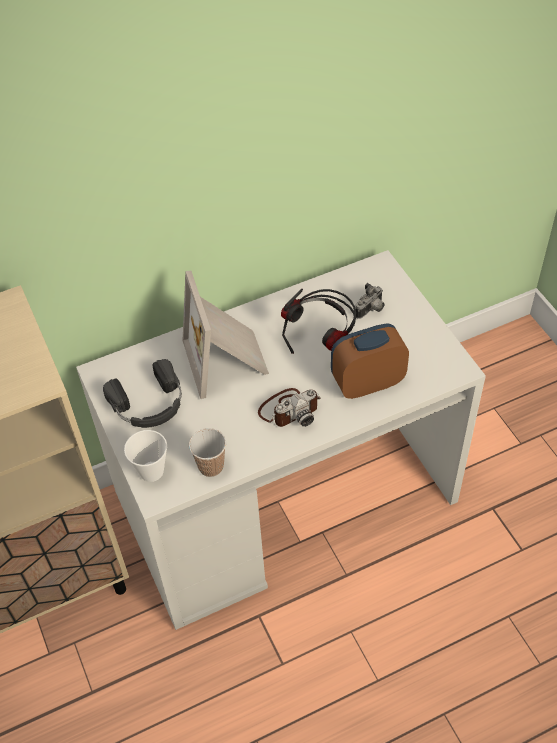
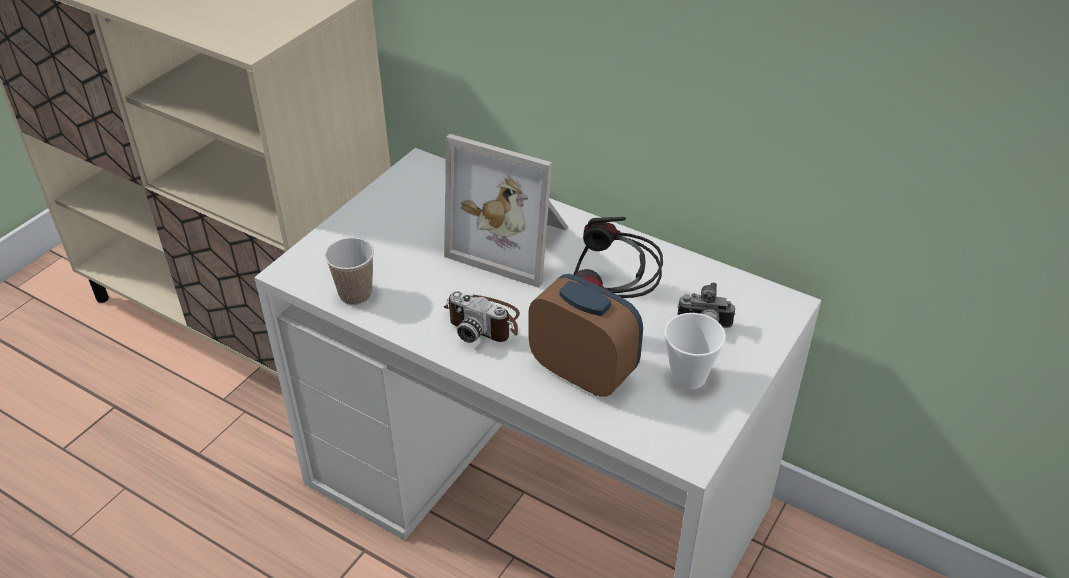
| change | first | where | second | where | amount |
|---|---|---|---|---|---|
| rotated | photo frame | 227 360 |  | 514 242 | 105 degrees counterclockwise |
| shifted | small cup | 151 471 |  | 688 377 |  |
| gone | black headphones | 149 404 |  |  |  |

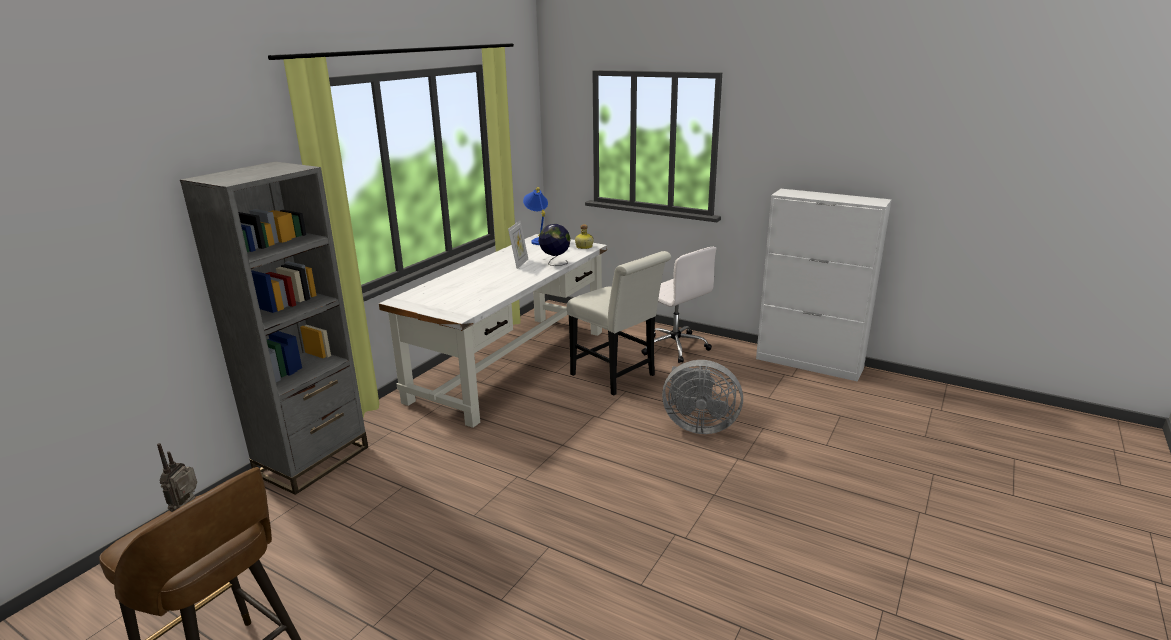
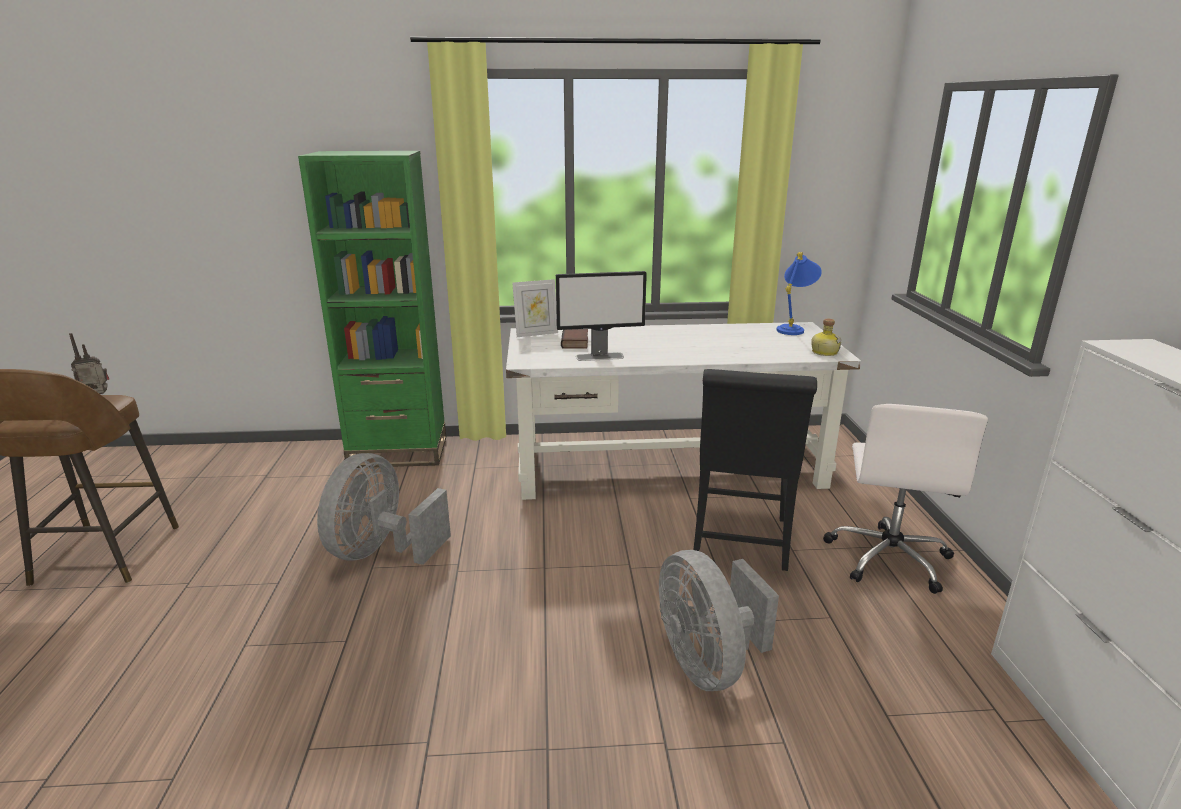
| change | first | where | second | where | amount |
|---|---|---|---|---|---|
| repainted | grey shelving unit | 313 461 | green-coloured shelving unit | 398 452 |  |
| new |  |  | grey cooling fan | 381 551 |  |
| shifted | photo frame | 519 263 |  | 536 334 |  |
| new |  |  | monitor | 600 357 |  |
| new |  |  | book | 576 343 |  |
| repainted | white-coloured chair | 617 377 | black chair | 740 544 |  |
| gone | world globe | 555 263 |  |  |  |

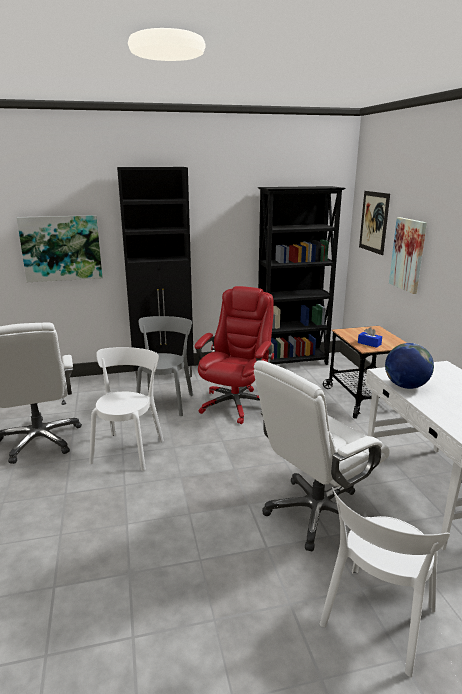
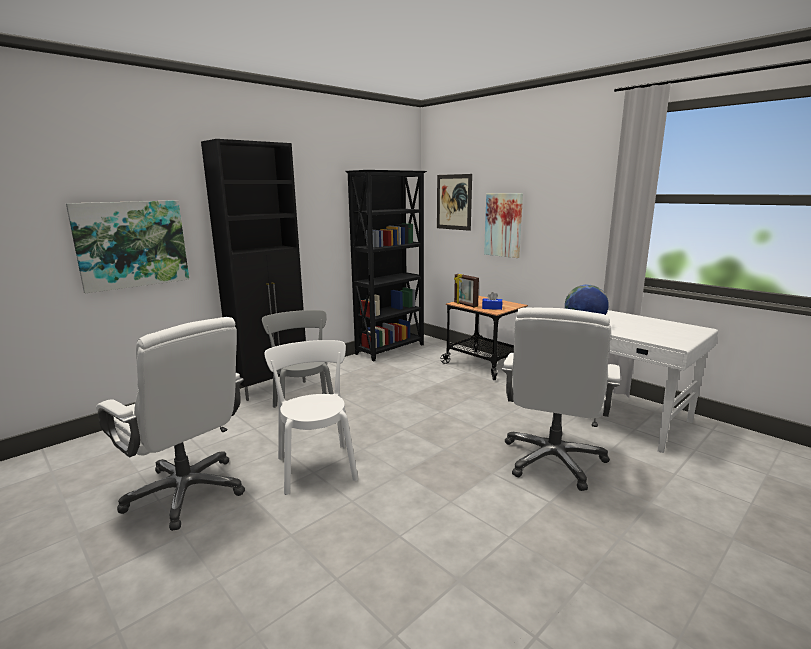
| change | first | where | second | where | amount |
|---|---|---|---|---|---|
| new |  |  | photo frame | 465 305 |  |
| gone | red-coloured desk chair | 236 404 |  |  |  |
| gone | white-coloured chair | 376 621 |  |  |  |

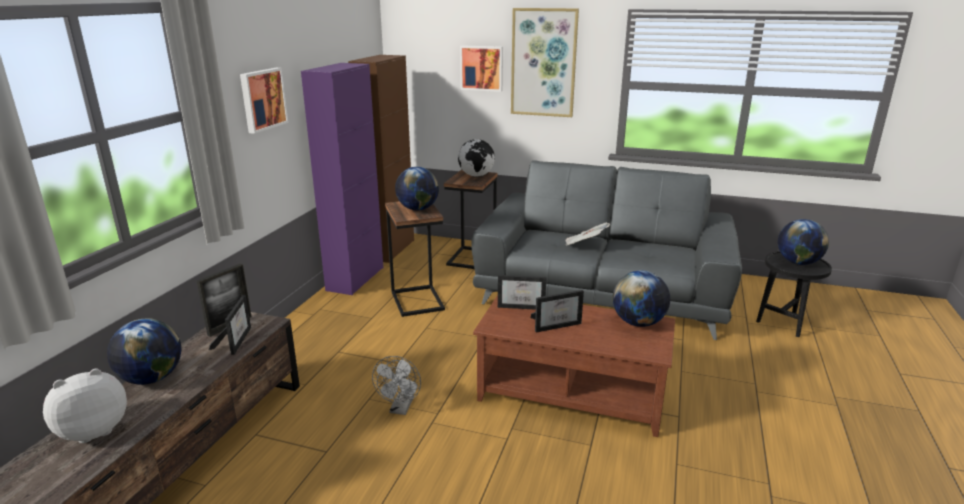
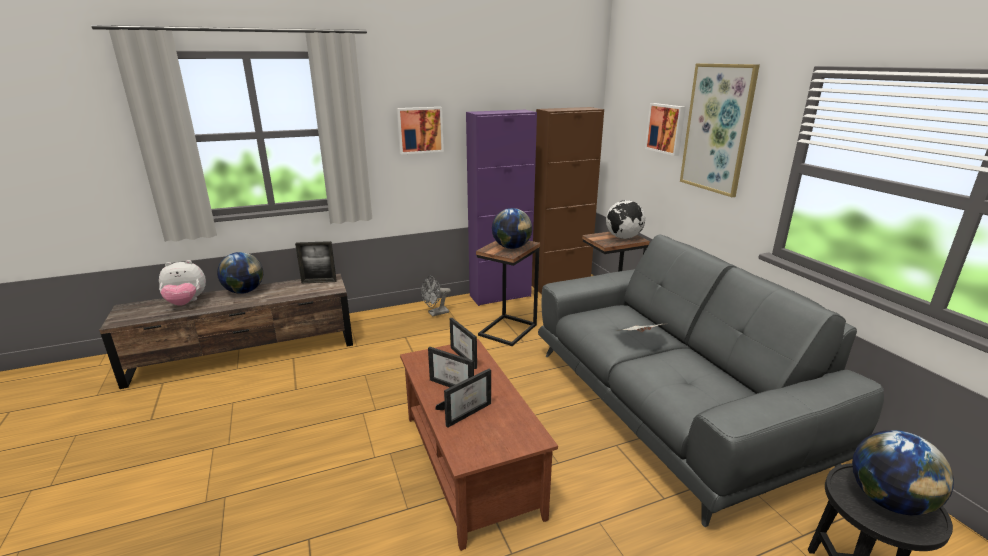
| change | first | where | second | where | amount |
|---|---|---|---|---|---|
| rotated | plush toy | 94 430 |  | 186 303 | 150 degrees clockwise |
| shifted | grey cooling fan | 400 409 |  | 435 313 |  |
| shifted | photo frame | 236 340 |  | 466 411 |  |
| gone | world globe | 638 323 |  |  |  |

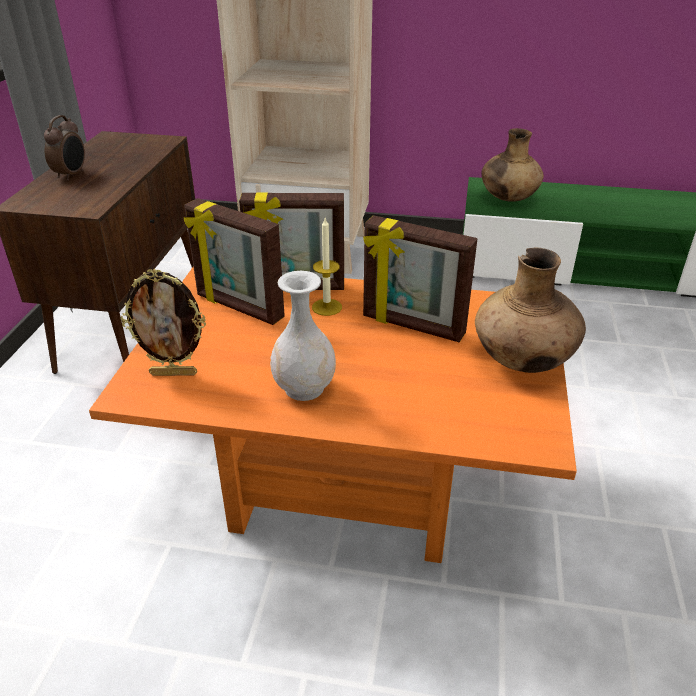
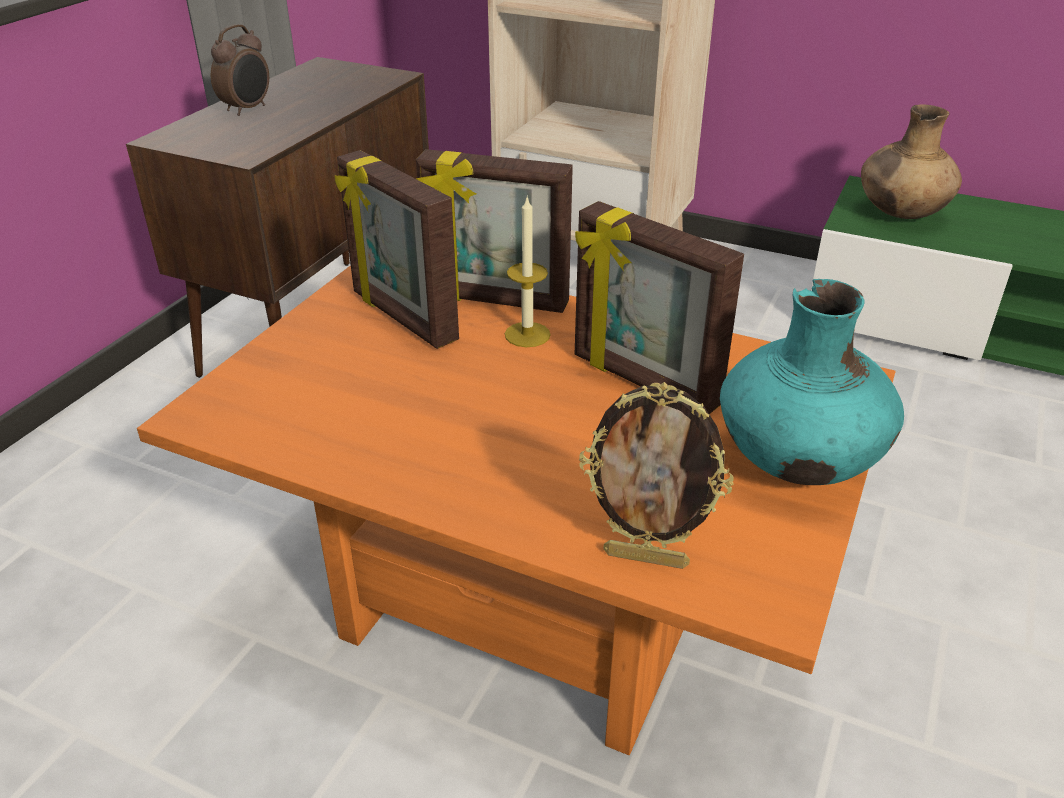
| change | first | where | second | where | amount |
|---|---|---|---|---|---|
| shifted | photo frame | 174 373 |  | 646 557 |  |
| repainted | brownish flower vase | 523 360 | blue-green flower vase | 798 462 |  |
| gone | white-coloured flower vase | 304 388 |  |  |  |

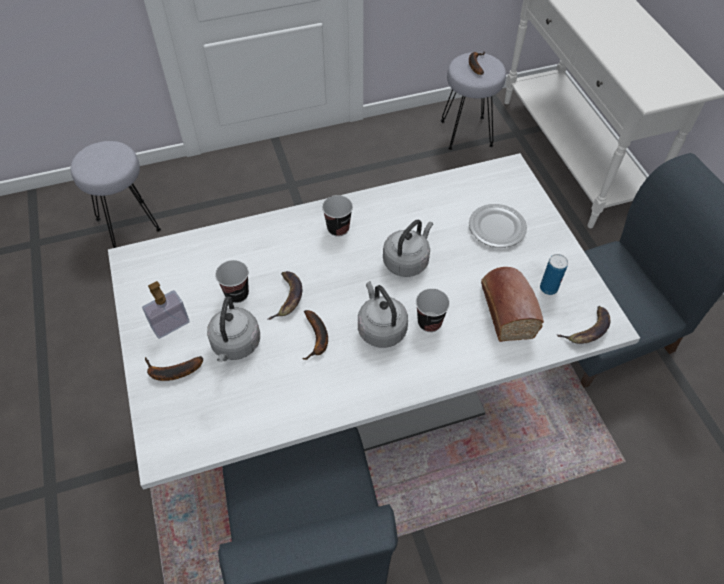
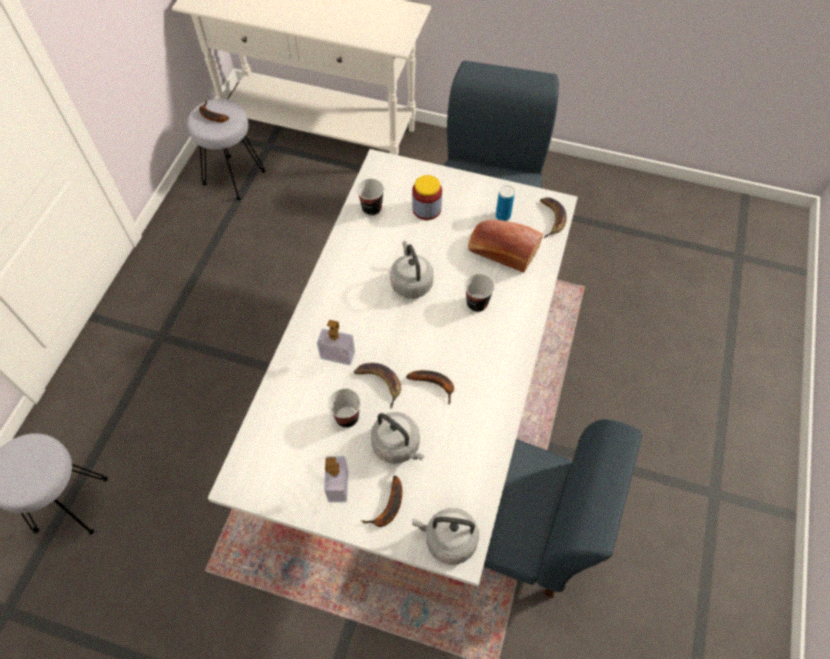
| change | first | where | second | where | amount |
|---|---|---|---|---|---|
| new |  |  | liquid soap bottle | 337 355 |  |
| shifted | small cup | 338 228 |  | 372 208 |  |
| swapped | flat dish | 496 227 | storage jar | 426 209 |  |
| shifted | grey water kettle | 380 328 |  | 448 539 |  |

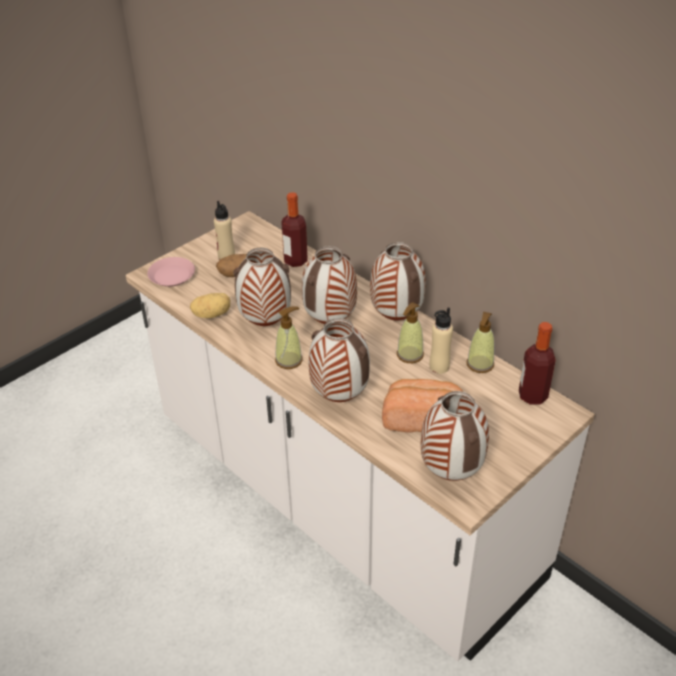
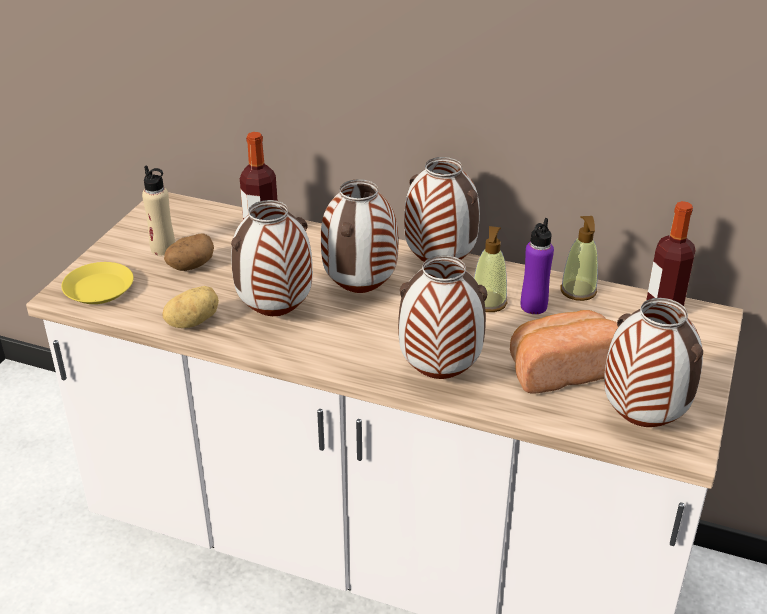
| change | first | where | second | where | amount |
|---|---|---|---|---|---|
| repainted | pink-coloured flat dish | 171 275 | yellow flat dish | 98 288 |  |
| repainted | beige-coloured drink bottle | 439 367 | purple drink bottle | 533 306 |  |
| gone | liquid soap bottle | 289 360 |  |  |  |

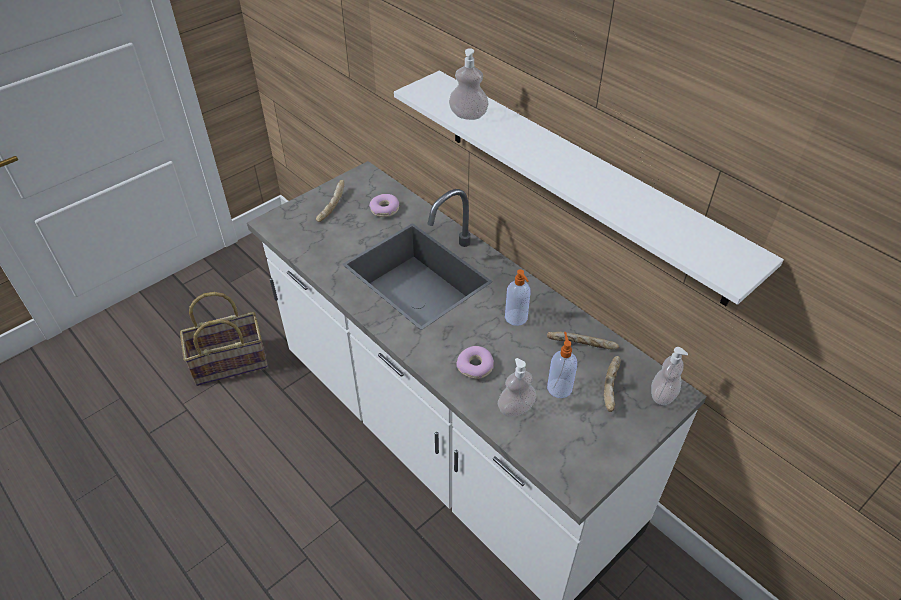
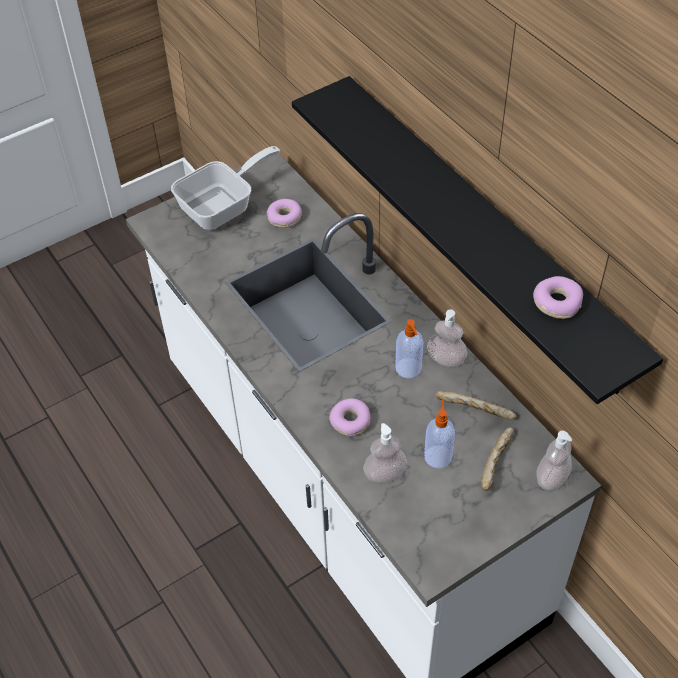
| change | first | where | second | where | amount |
|---|---|---|---|---|---|
| swapped | bread | 331 205 | pan | 223 206 |  |
| repainted | white-coloured shelf | 580 182 | black shelf | 484 231 |  |
| shifted | liquid soap bottle | 468 115 |  | 446 359 |  |
| new |  |  | ring doughnut | 556 303 |  |
| gone | storage basket | 230 361 |  |  |  |

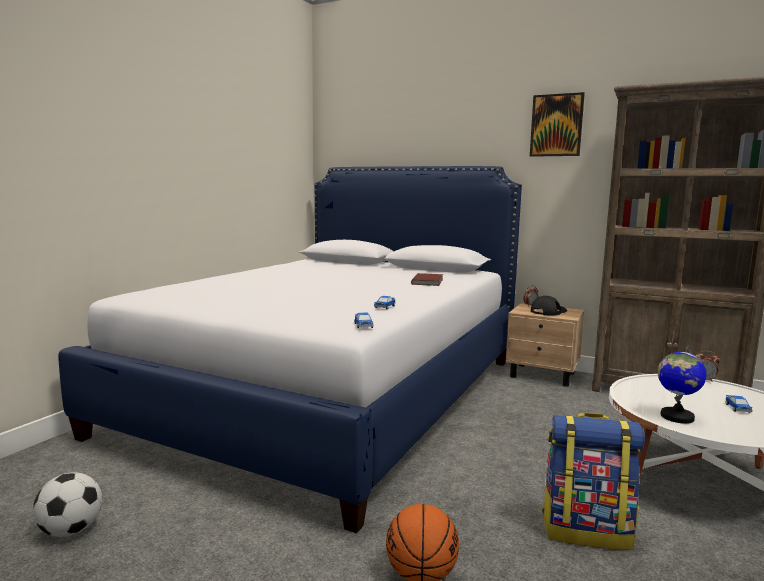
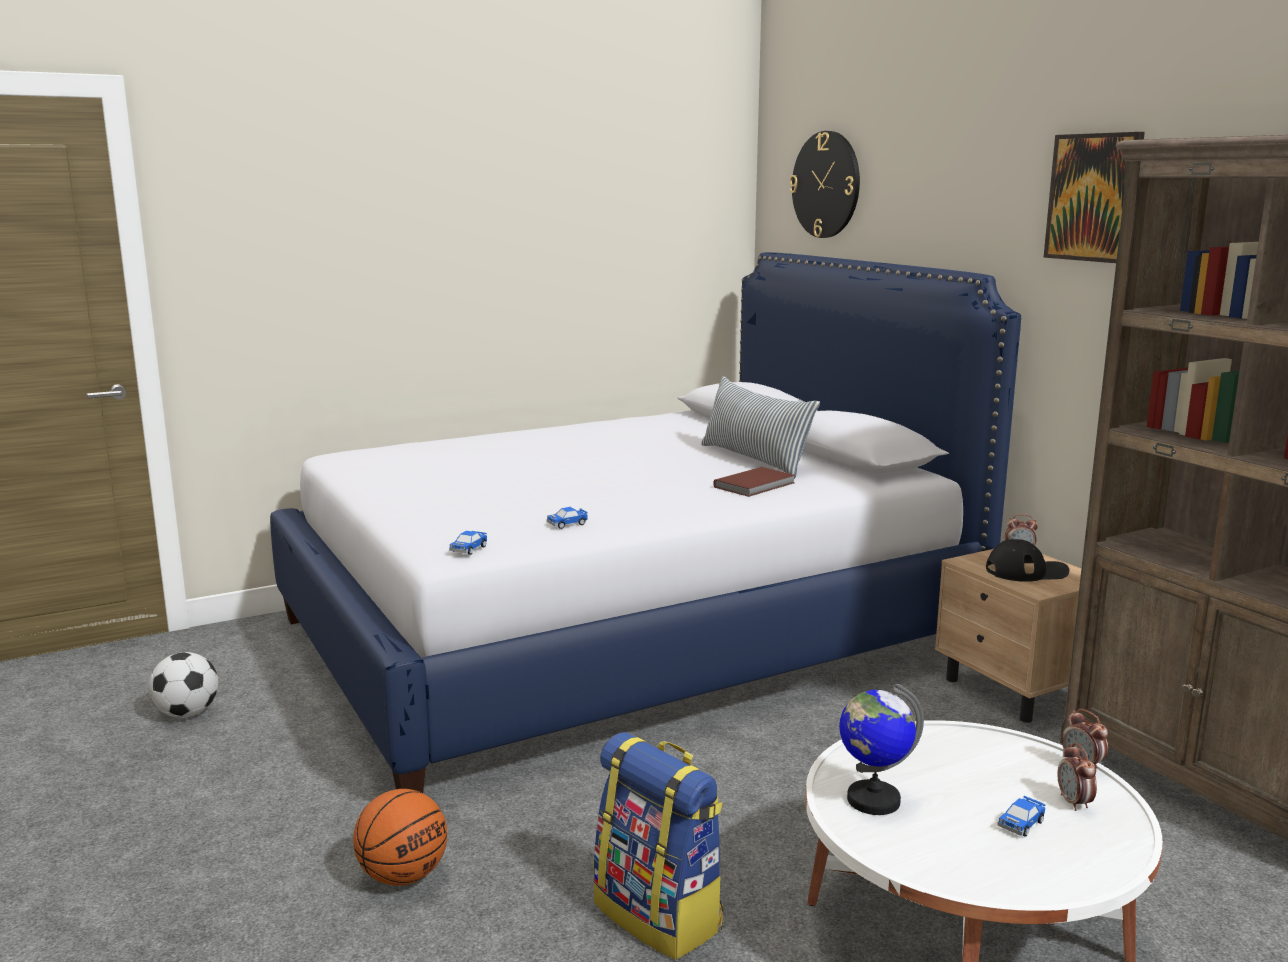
| change | first | where | second | where | amount |
|---|---|---|---|---|---|
| new |  |  | cushion | 755 459 |  |
| new |  |  | clock on the wall | 826 185 |  |
| new |  |  | table clock | 1074 803 |  |

